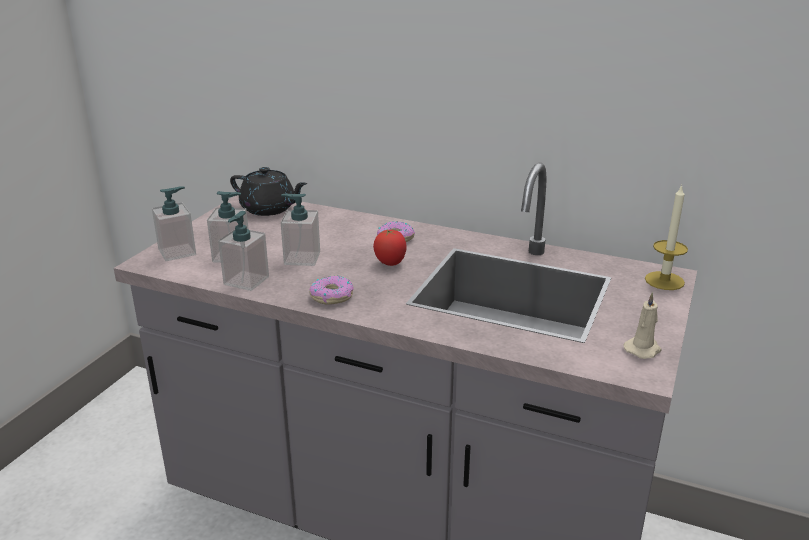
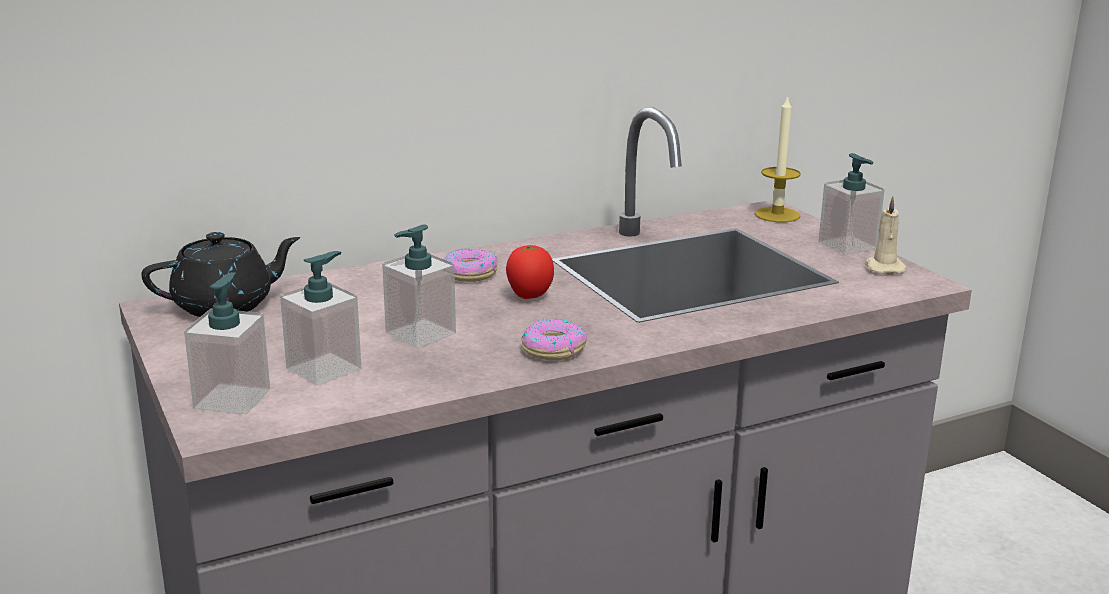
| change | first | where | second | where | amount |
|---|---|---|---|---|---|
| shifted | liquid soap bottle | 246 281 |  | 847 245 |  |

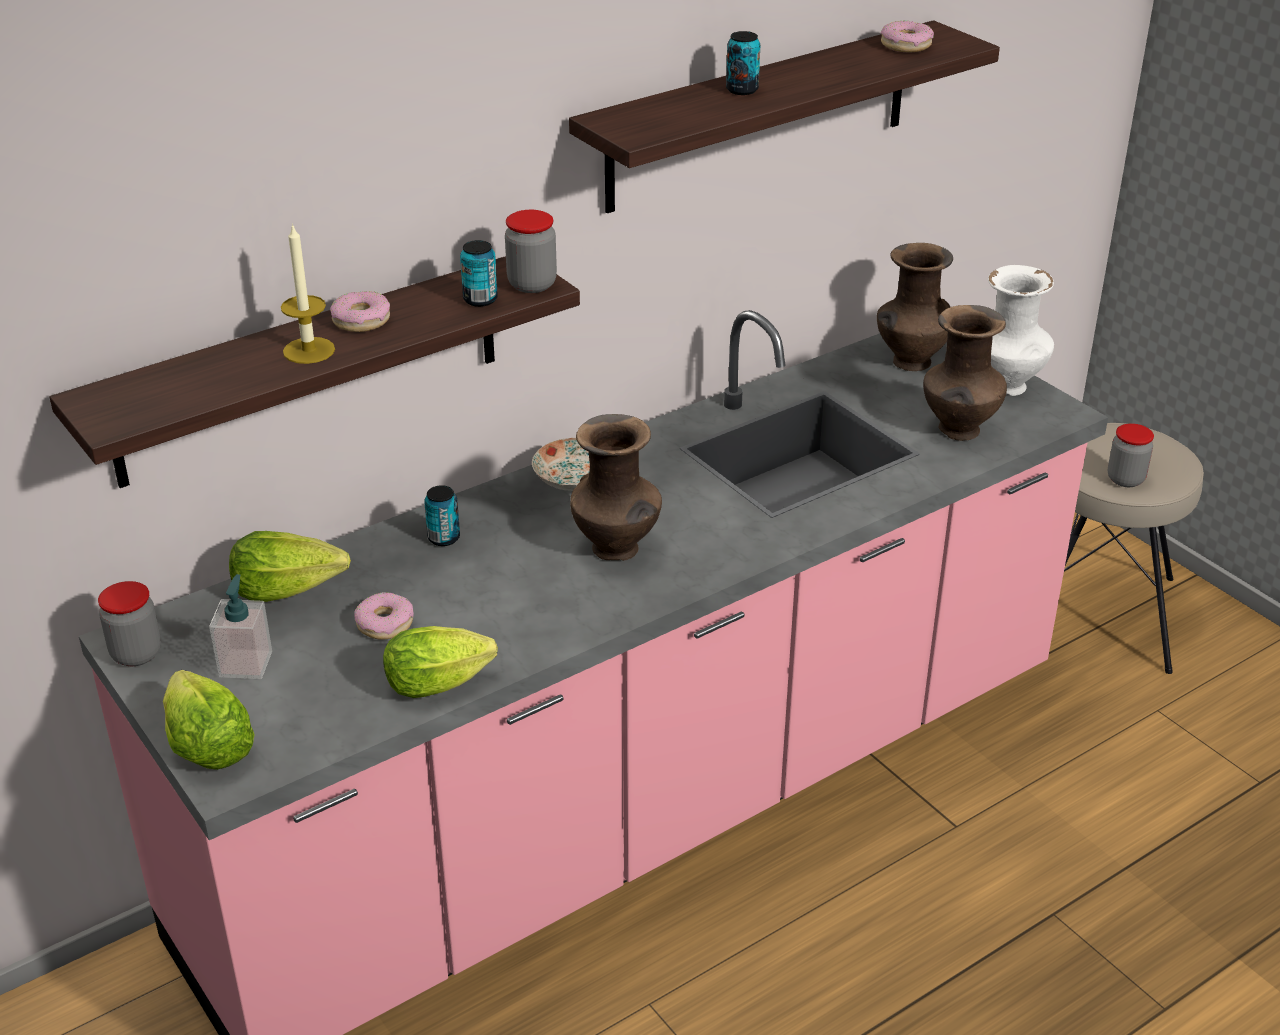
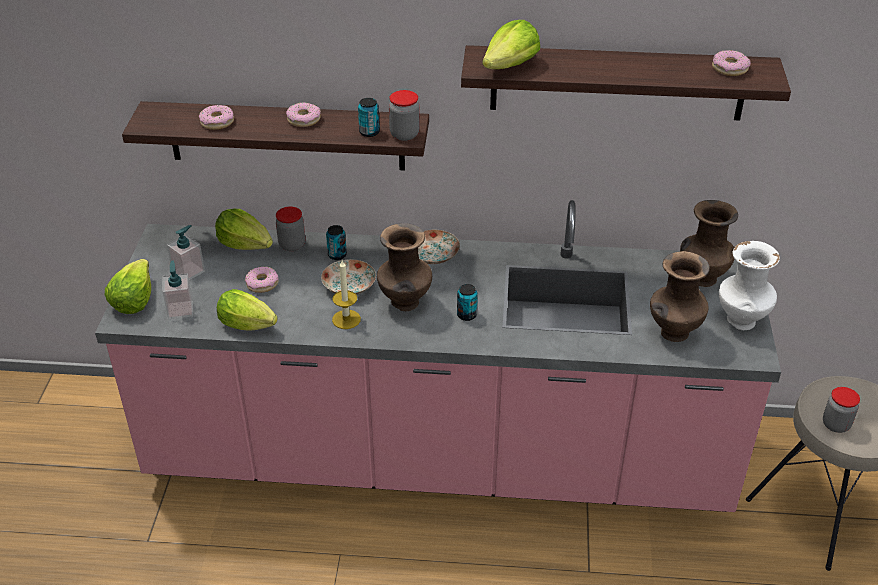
| change | first | where | second | where | amount |
|---|---|---|---|---|---|
| new |  |  | liquid soap bottle | 180 310 |  |
| new |  |  | ring doughnut | 217 122 |  |
| shifted | storage jar | 136 654 |  | 292 245 |  |
| new |  |  | flat dish | 348 287 |  |
| shifted | wax light | 309 350 |  | 346 319 |  |
| shifted | can | 742 90 |  | 466 315 |  |
| new |  |  | lettuce head | 510 66 |  |

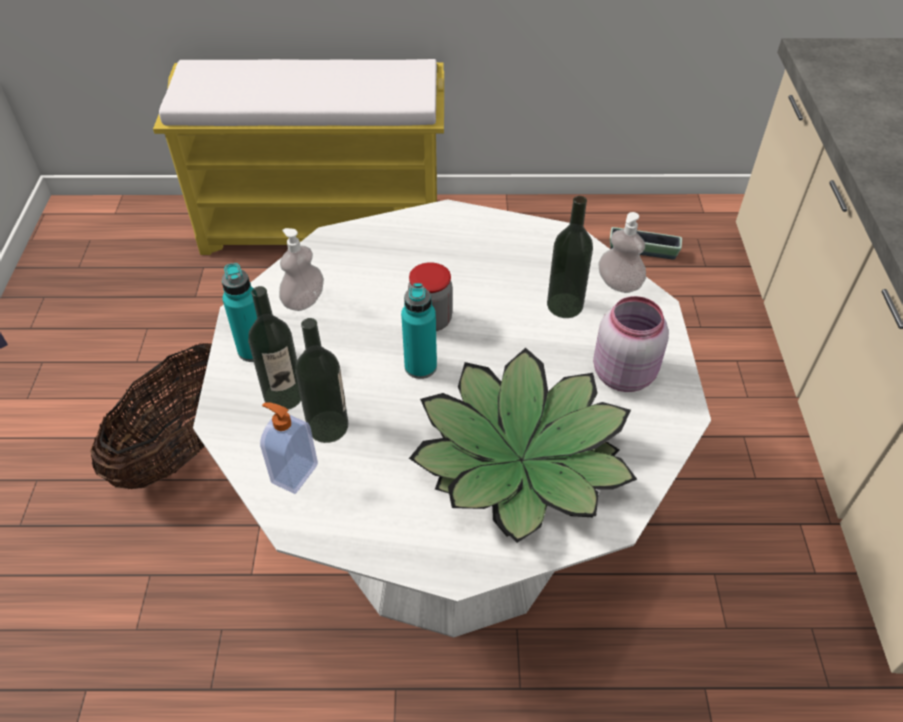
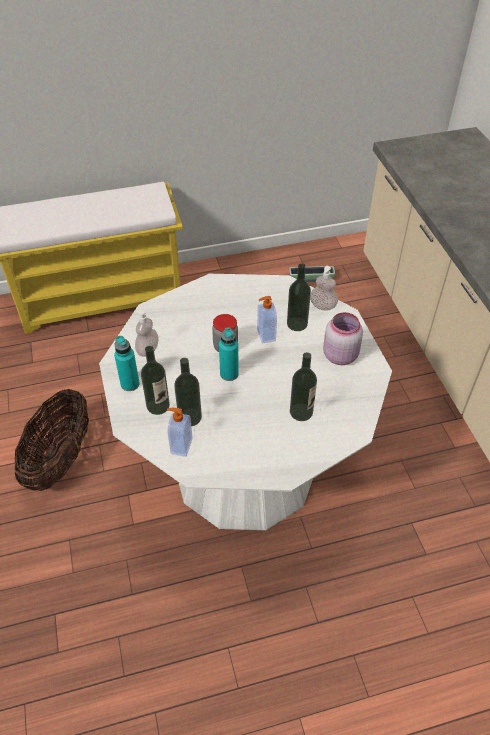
| change | first | where | second | where | amount |
|---|---|---|---|---|---|
| new |  |  | liquid soap bottle | 265 335 |  |
| swapped | plant in a pot | 522 459 | drink bottle | 301 412 |  |

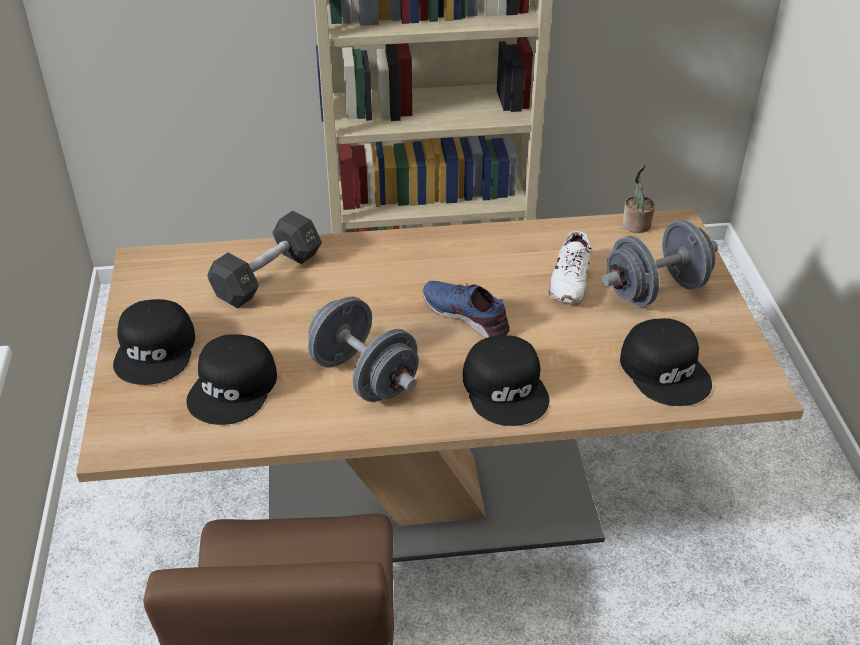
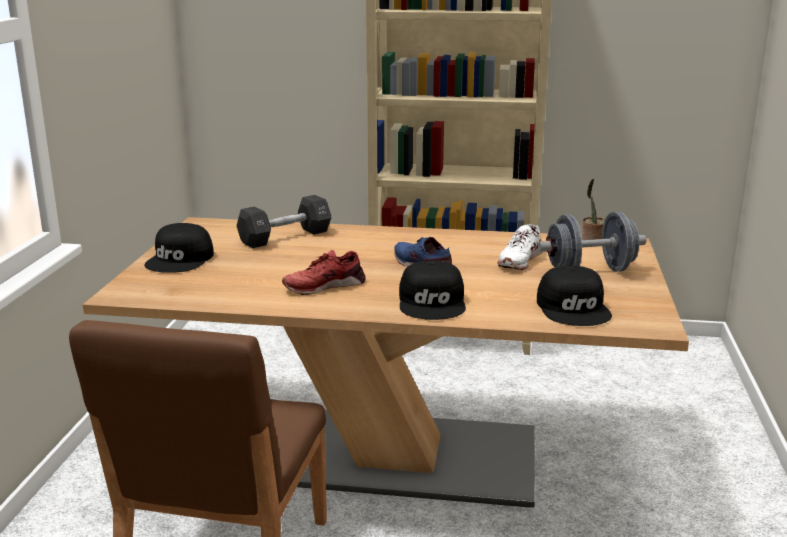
| change | first | where | second | where | amount |
|---|---|---|---|---|---|
| swapped | grey dumbbell | 364 377 | red-coloured item of footwear | 324 286 |  |
| gone | black baseball cap | 234 388 |  |  |  |

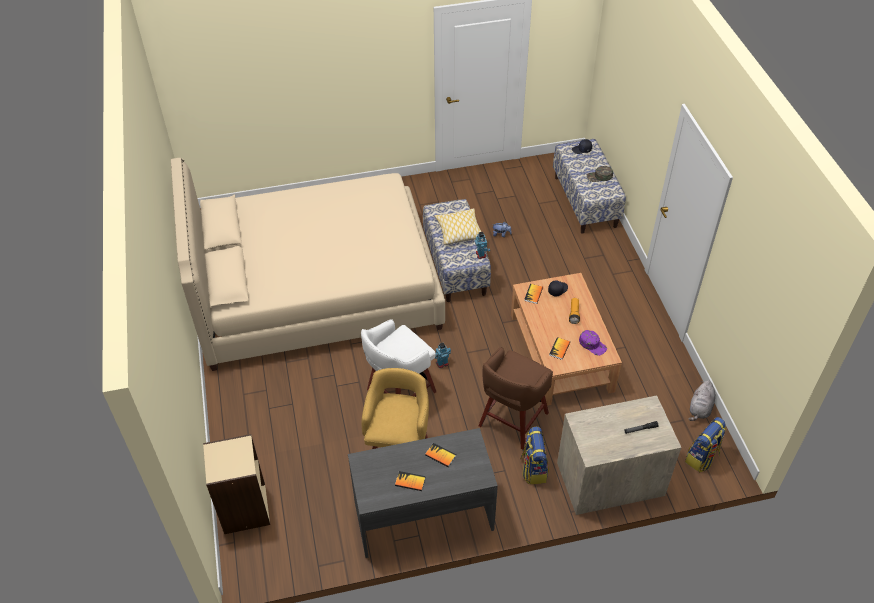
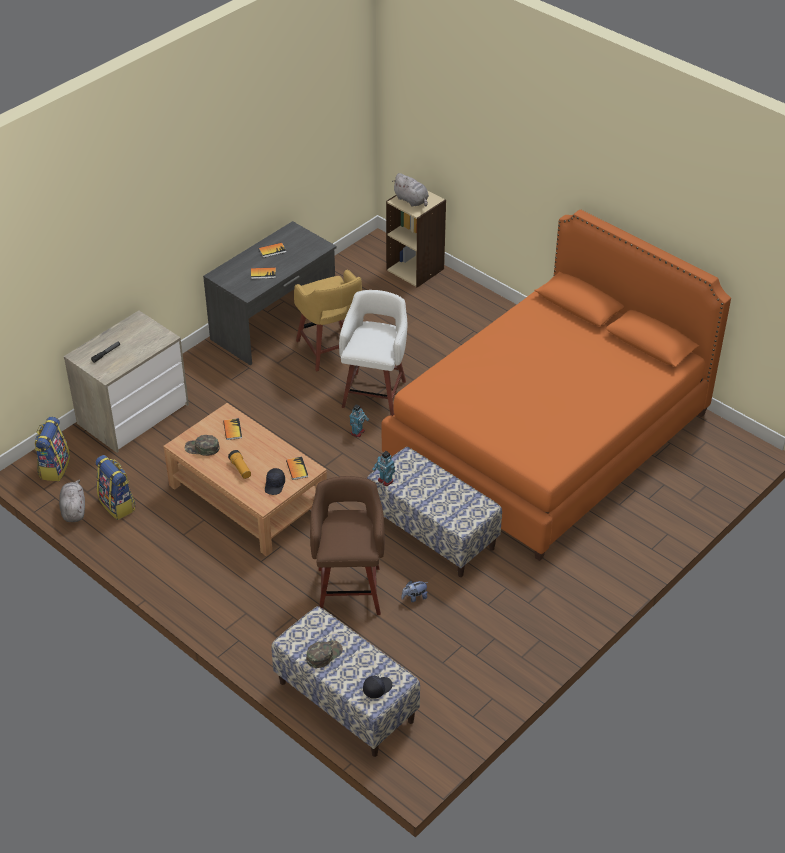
| change | first | where | second | where | amount |
|---|---|---|---|---|---|
| shifted | rucksack | 533 469 |  | 118 505 |  |
| repainted | purple baseball cap | 592 344 | green-coloured baseball cap | 202 448 |  |
| shifted | brownish stool seat | 512 421 |  | 349 589 |  |
| repainted | beige-coloured bedroom bed | 316 290 | orange bedroom bed | 548 437 |  |
| new |  |  | grey plush toy | 412 200 |  |
| gone | cushion | 459 231 |  |  |  |

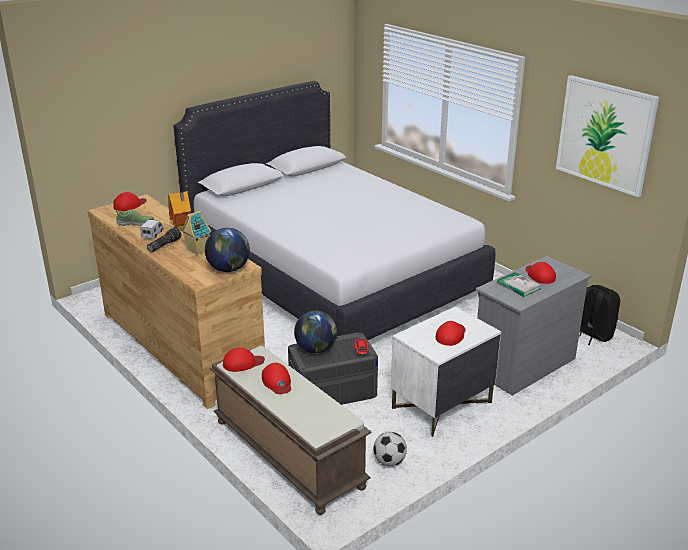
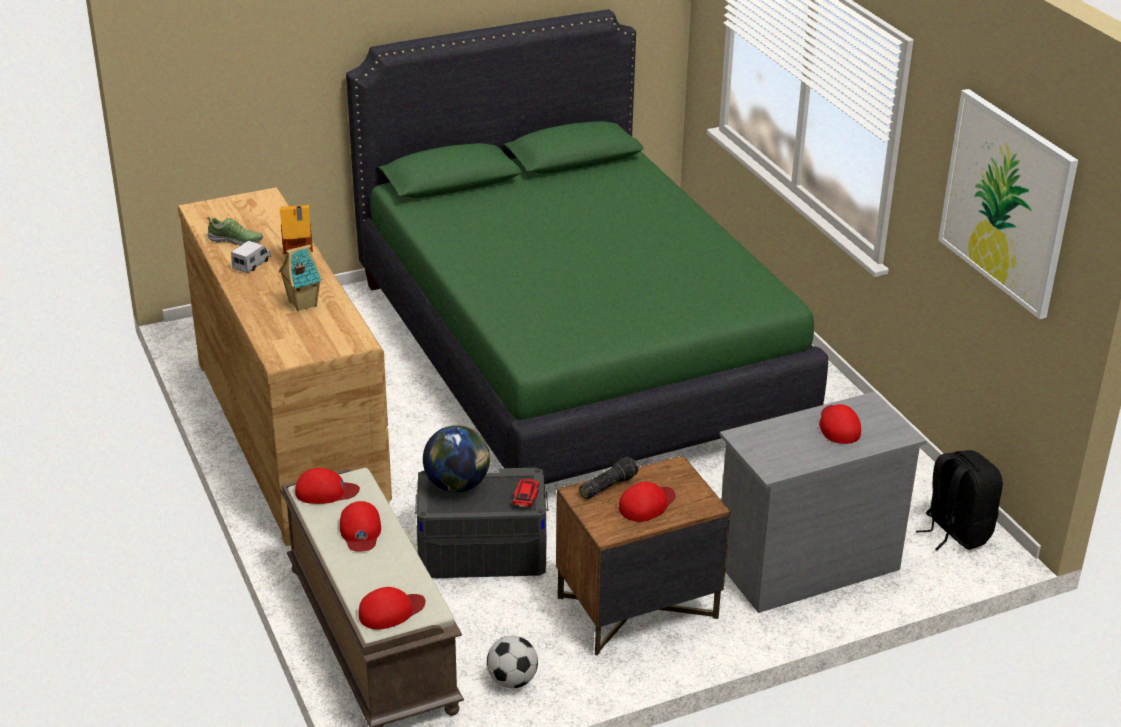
| change | first | where | second | where | amount |
|---|---|---|---|---|---|
| repainted | white-coloured bedroom bed | 332 277 | green-coloured bedroom bed | 574 354 |  |
| shifted | red-coloured baseball cap | 129 205 |  | 391 611 |  |
| repainted | white-coloured nightstand | 441 406 | brownish nightstand | 636 608 |  |
| shifted | hand torch | 164 245 |  | 607 485 |  |
| gone | world globe | 229 269 |  |  |  |
| gone | book | 518 286 |  |  |  |

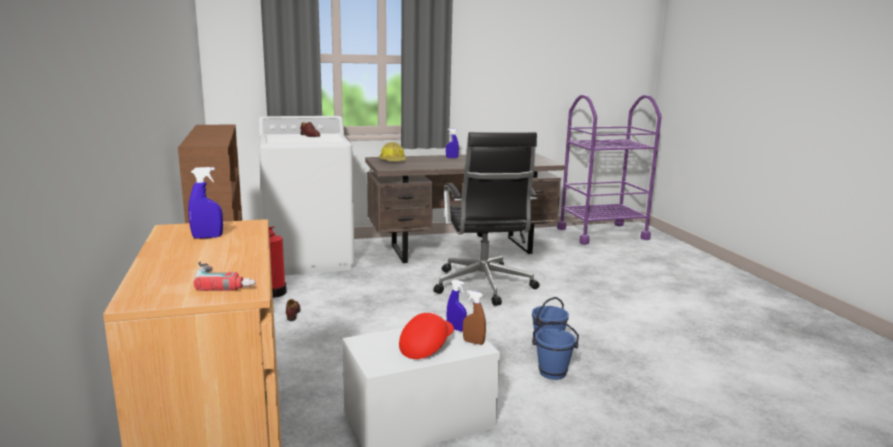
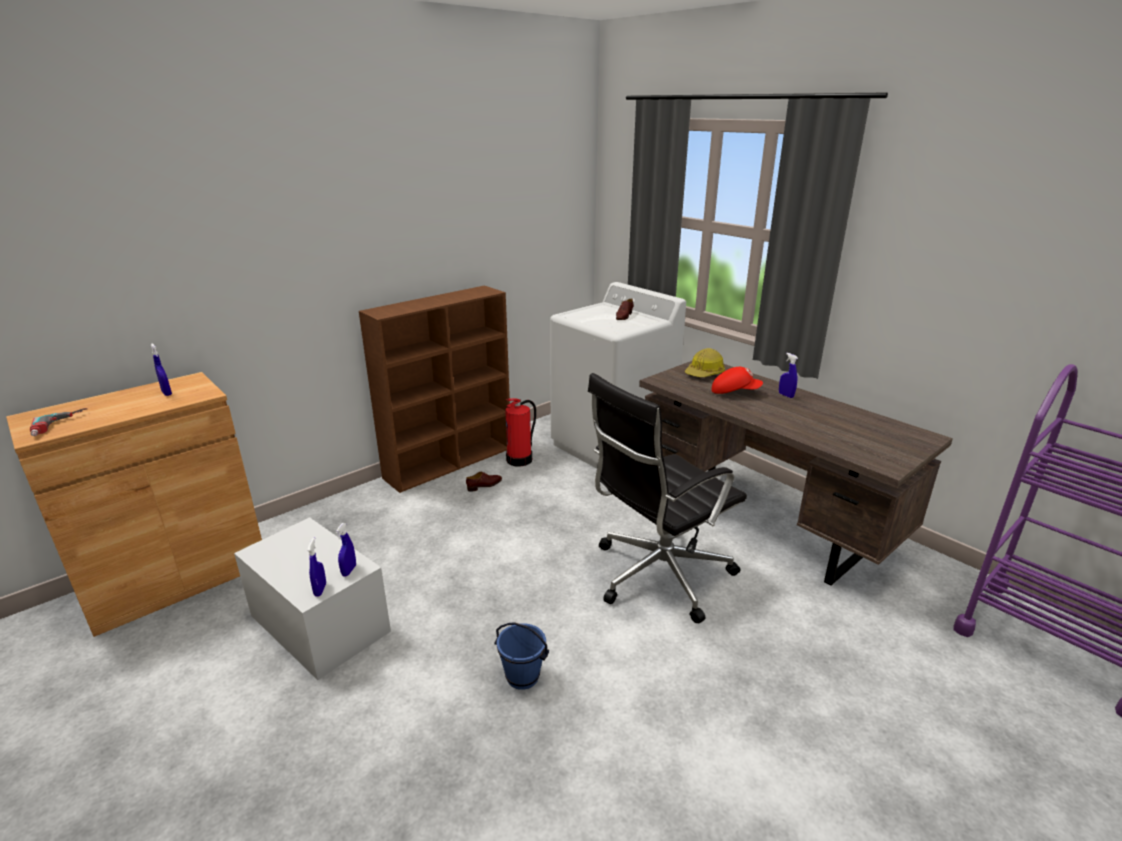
| change | first | where | second | where | amount |
|---|---|---|---|---|---|
| repainted | brownish hand sprayer | 473 342 | bluish hand sprayer | 320 590 |  |
| shifted | red-coloured baseball cap | 426 346 |  | 734 392 |  |
| gone | bluish water bucket | 552 372 |  |  |  |

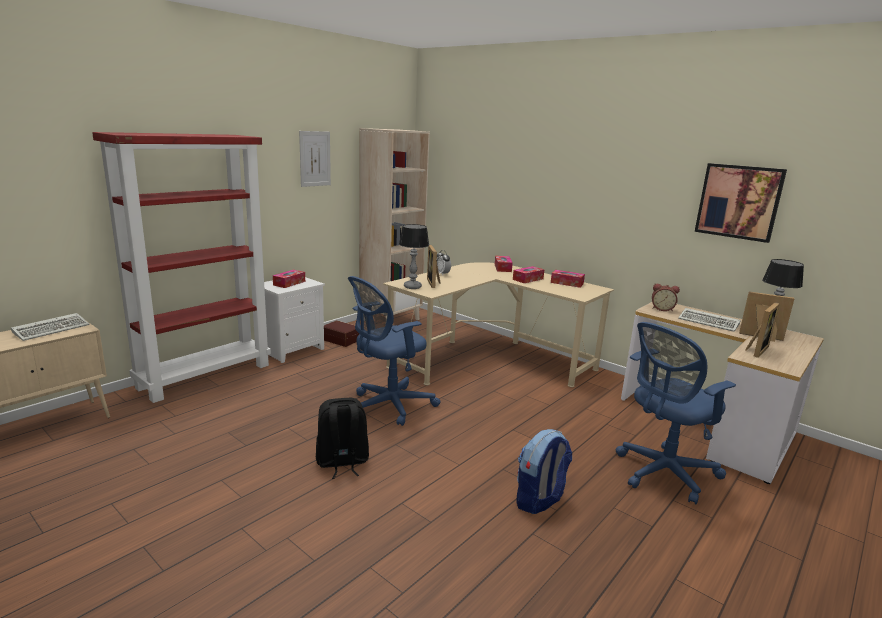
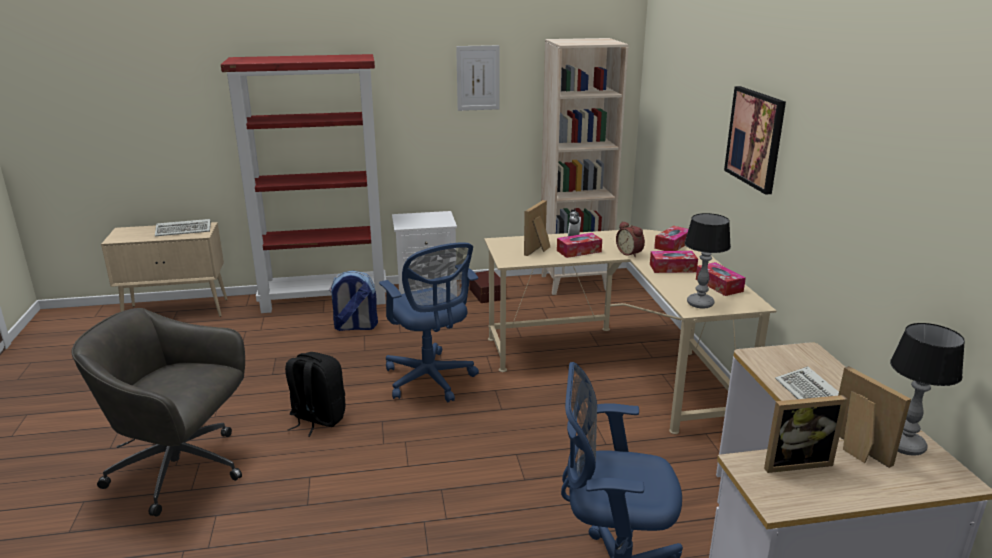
| change | first | where | second | where | amount |
|---|---|---|---|---|---|
| new |  |  | grey desk chair | 182 470 |  |
| shifted | rucksack | 539 501 |  | 355 327 |  |
| rotated | bluish desk chair | 388 406 |  | 430 380 | 120 degrees counterclockwise |
| shifted | box of tissues | 289 283 |  | 579 251 |  |
| shifted | table clock | 662 309 |  | 630 253 |  |
| shifted | lamp for a table | 412 287 |  | 699 303 |  |
| shifted | wall art | 738 202 |  | 755 138 |  |

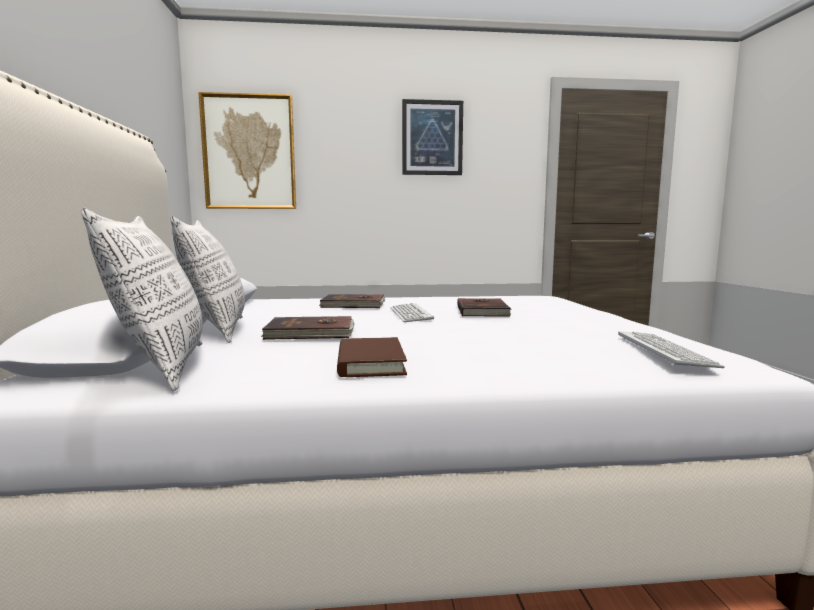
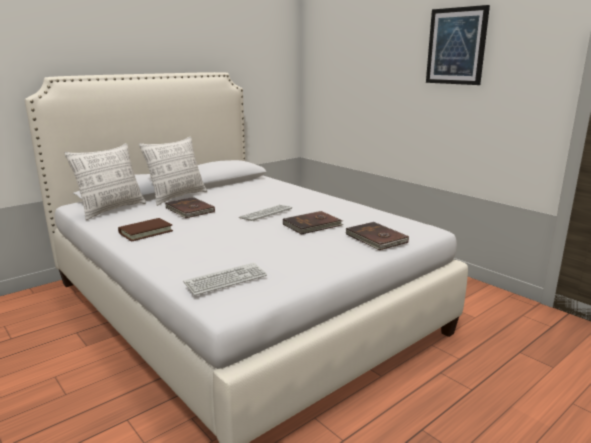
| change | first | where | second | where | amount |
|---|---|---|---|---|---|
| shifted | brownish book | 353 305 |  | 375 238 |  |
| gone | wall art | 249 152 |  |  |  |

